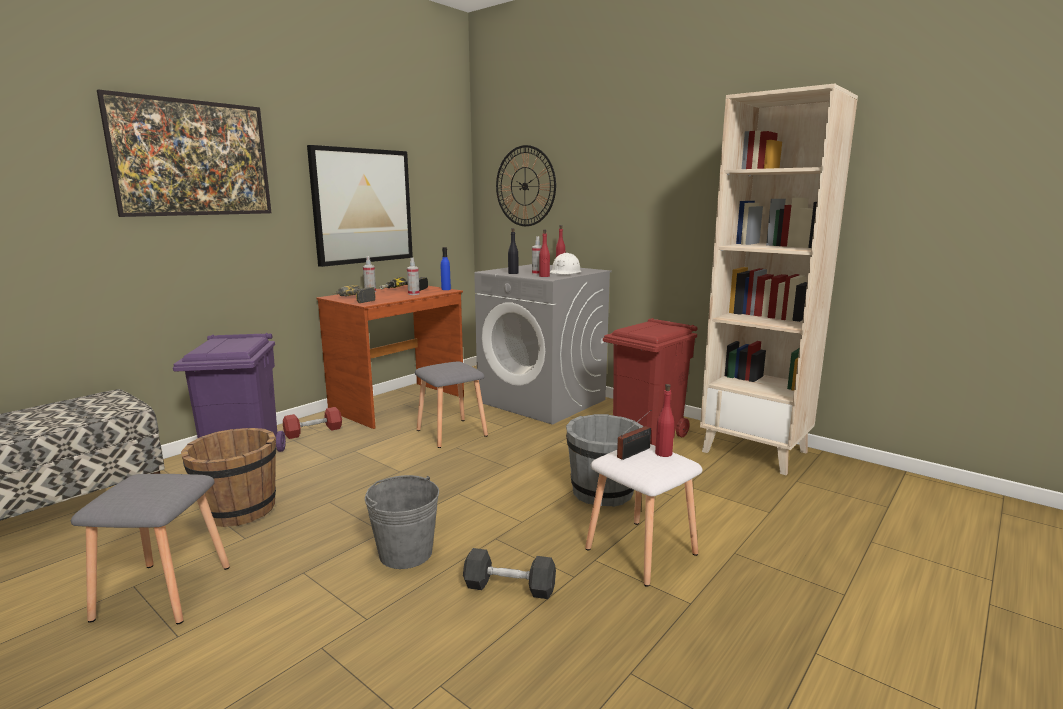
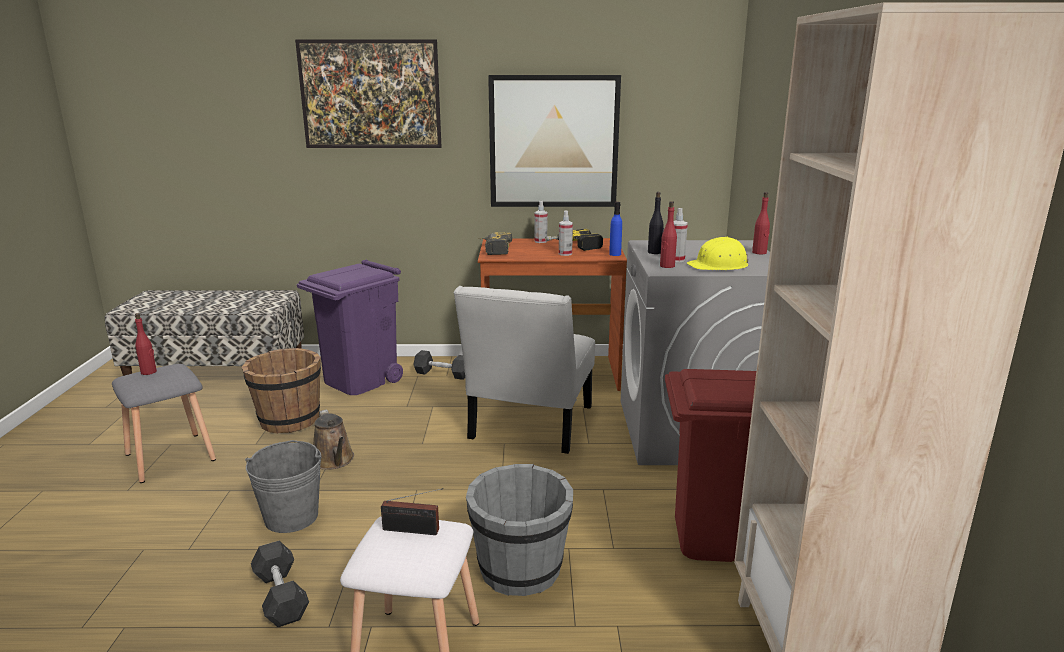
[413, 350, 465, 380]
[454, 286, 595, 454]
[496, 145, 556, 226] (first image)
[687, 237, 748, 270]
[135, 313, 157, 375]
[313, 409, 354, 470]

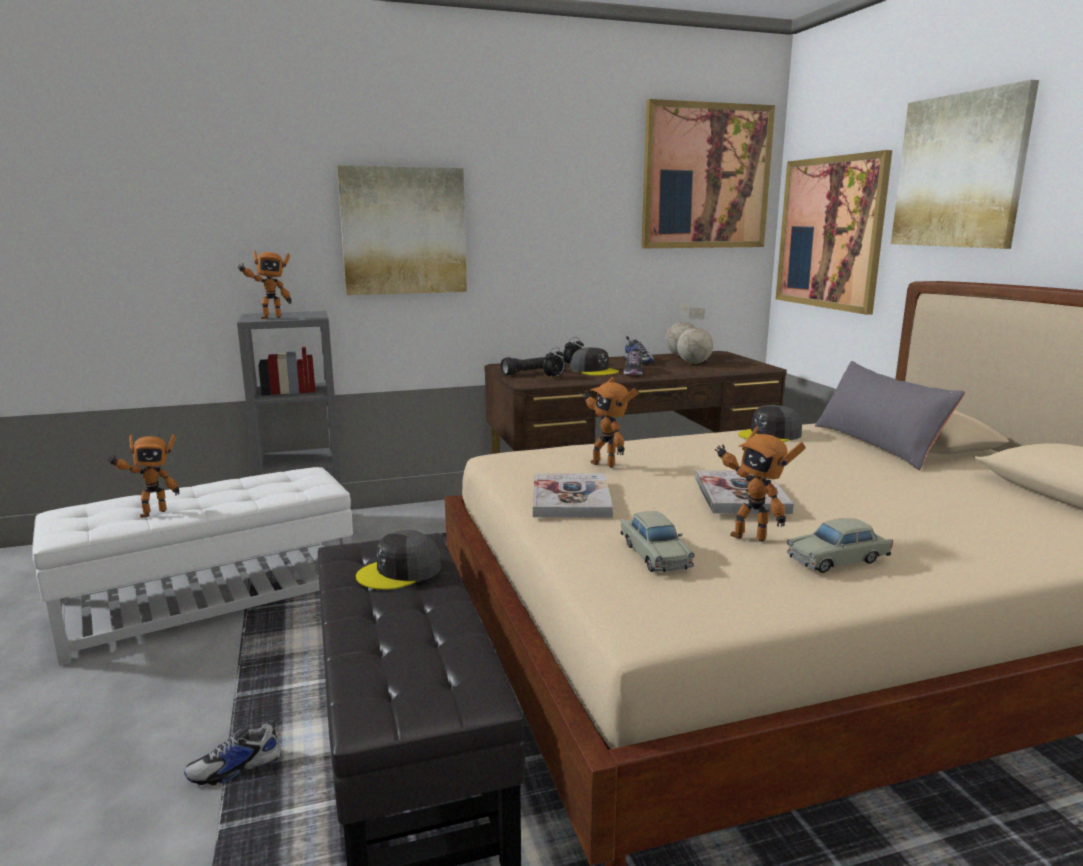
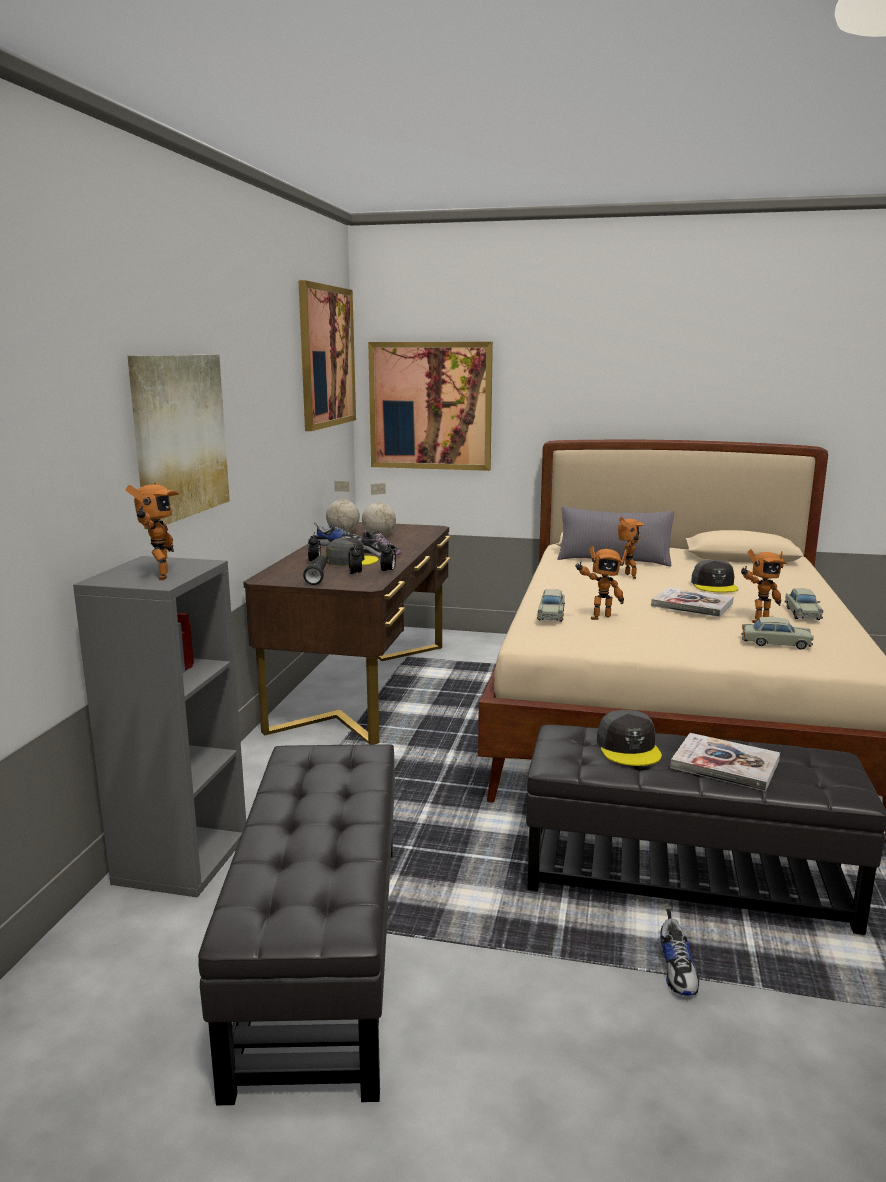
[198, 744, 395, 1105]
[618, 517, 644, 579]
[670, 733, 780, 791]
[691, 560, 738, 593]
[891, 80, 1039, 249] (first image)
[380, 541, 396, 572]
[537, 589, 565, 622]

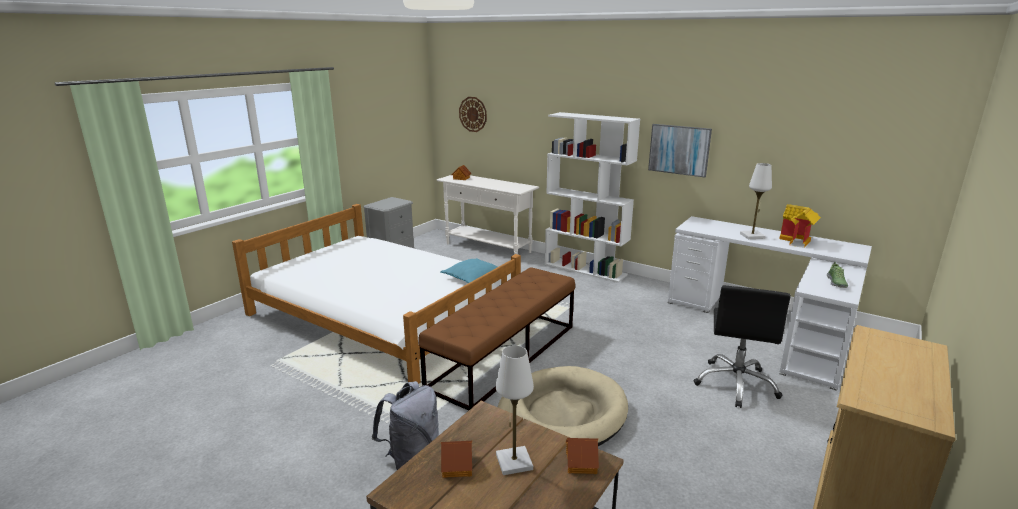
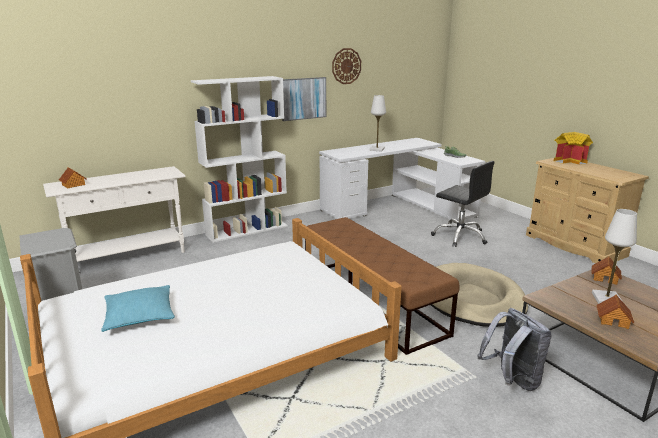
[101, 285, 175, 332]
[332, 48, 361, 84]
[554, 132, 593, 165]

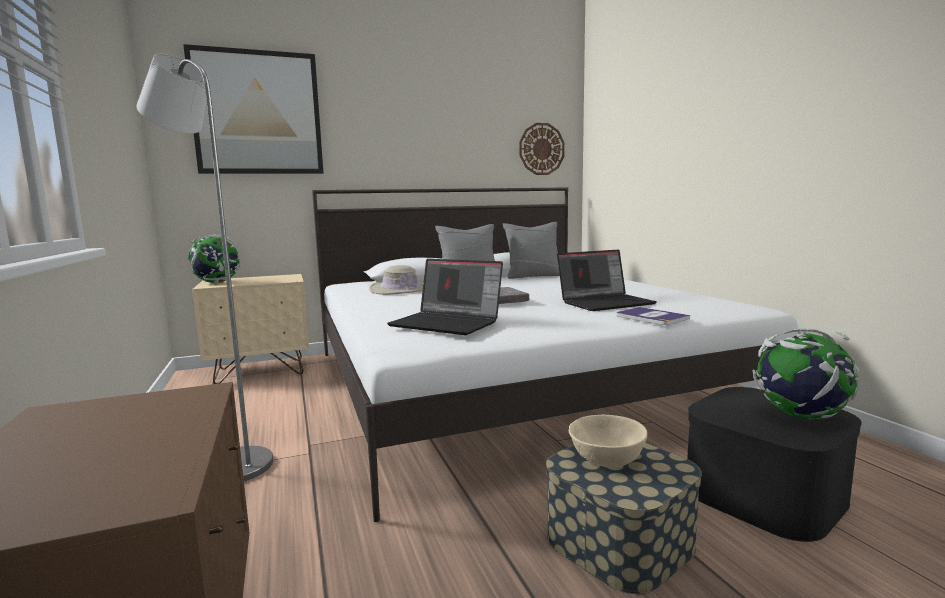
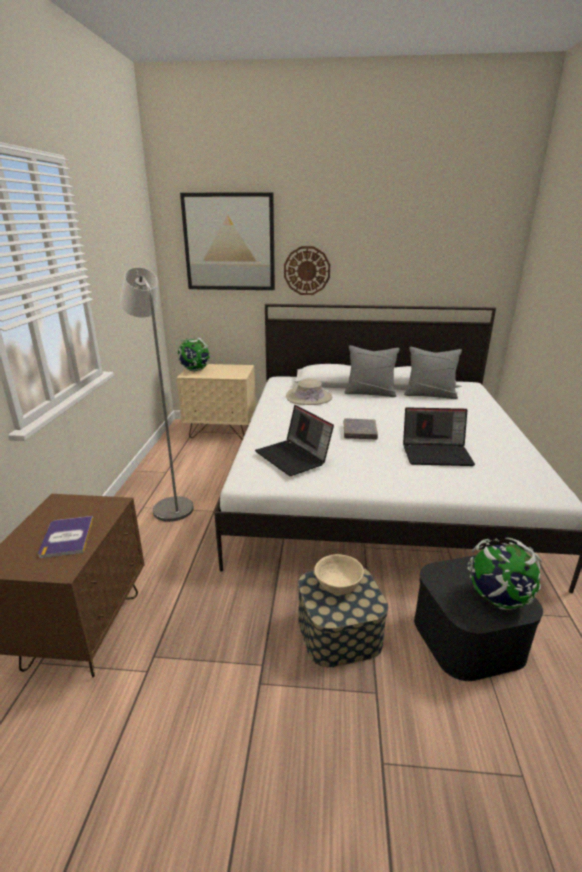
[284, 246, 330, 295]
[38, 516, 93, 558]

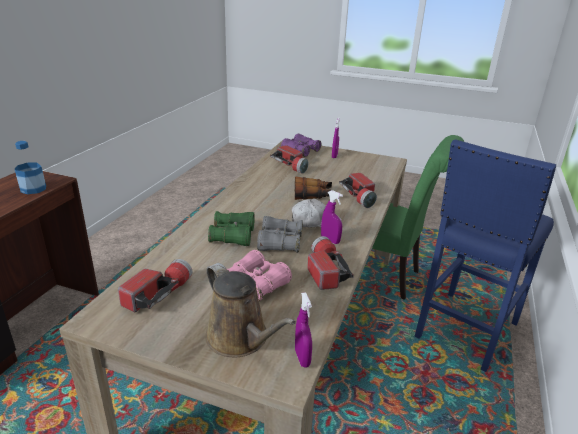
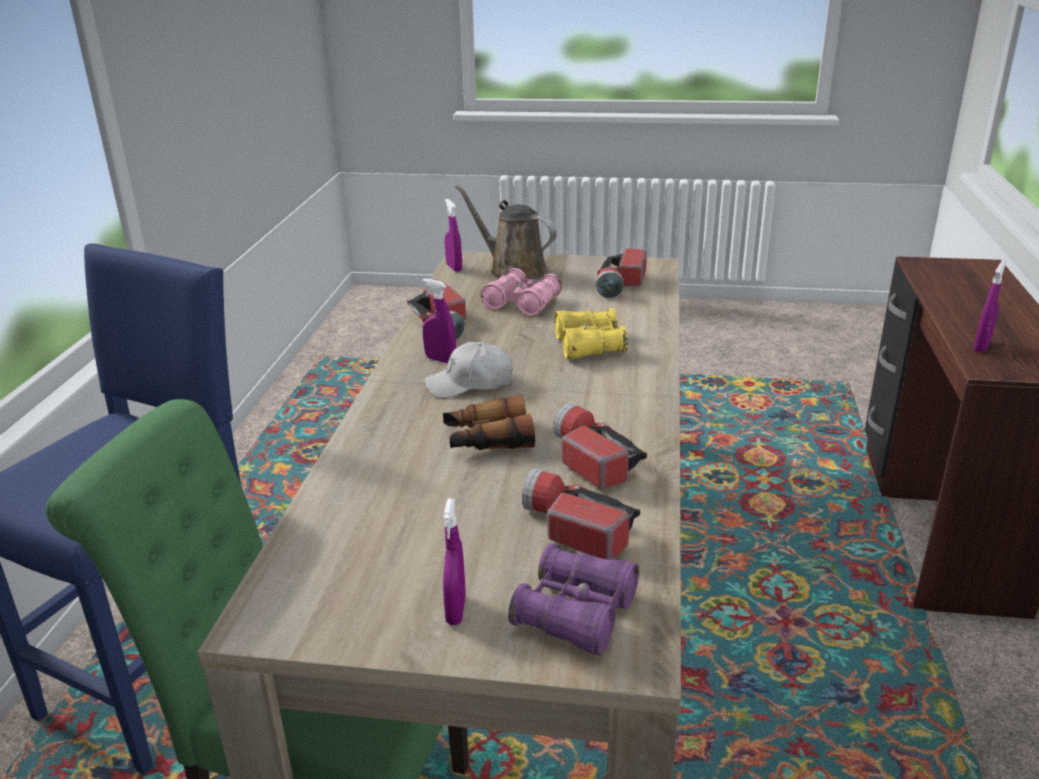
[973, 260, 1006, 352]
[554, 308, 628, 360]
[257, 216, 303, 253] (first image)
[553, 403, 647, 490]

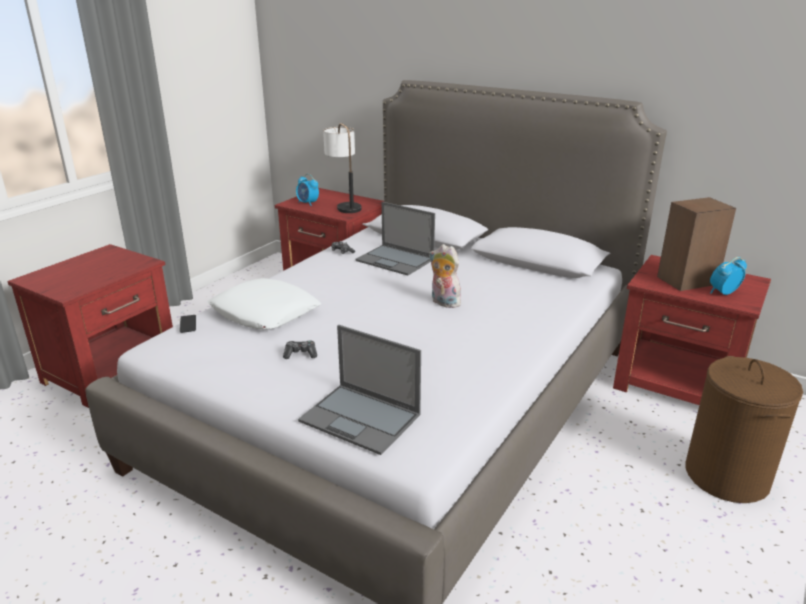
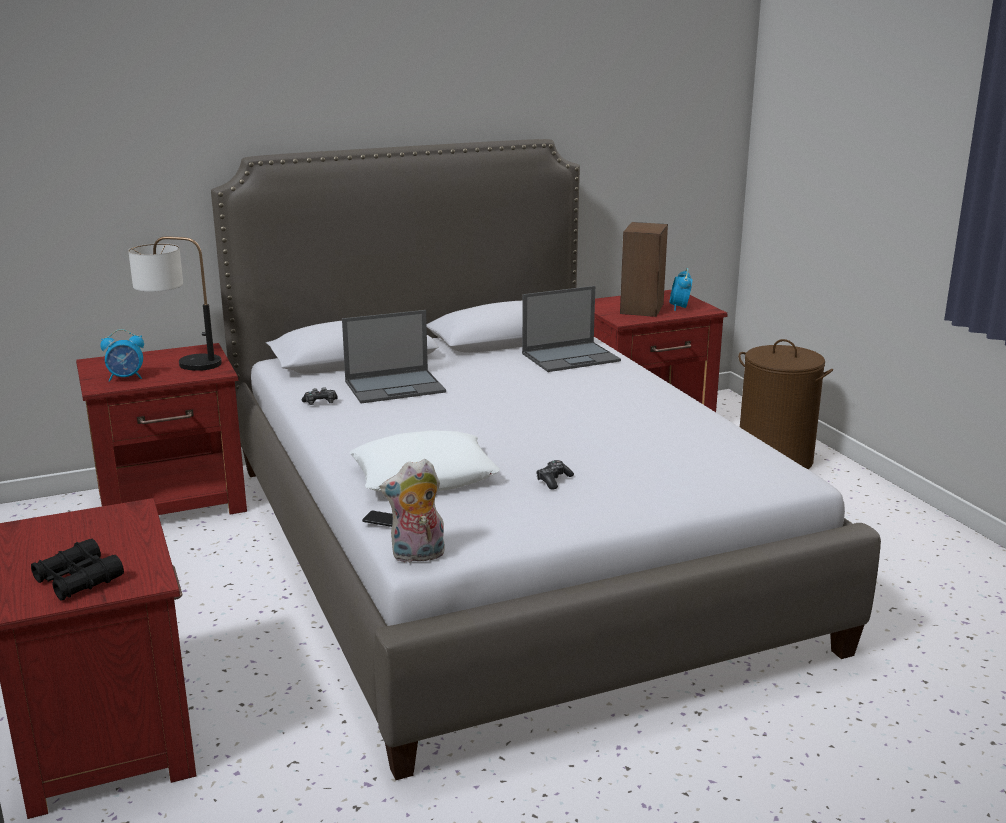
[522, 286, 621, 372]
[380, 459, 445, 563]
[31, 539, 124, 601]

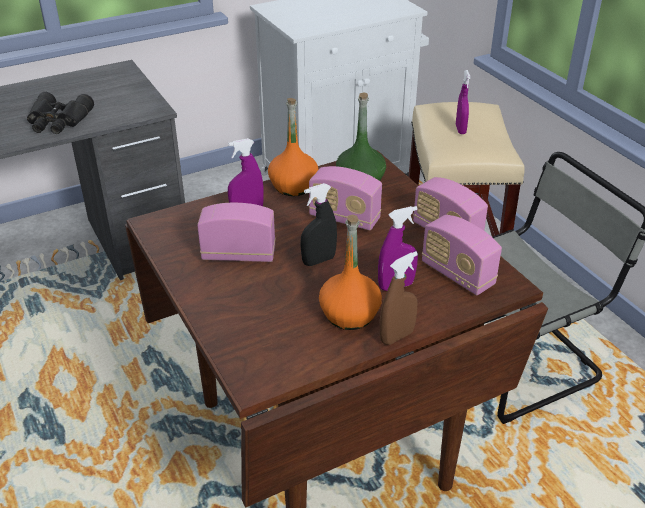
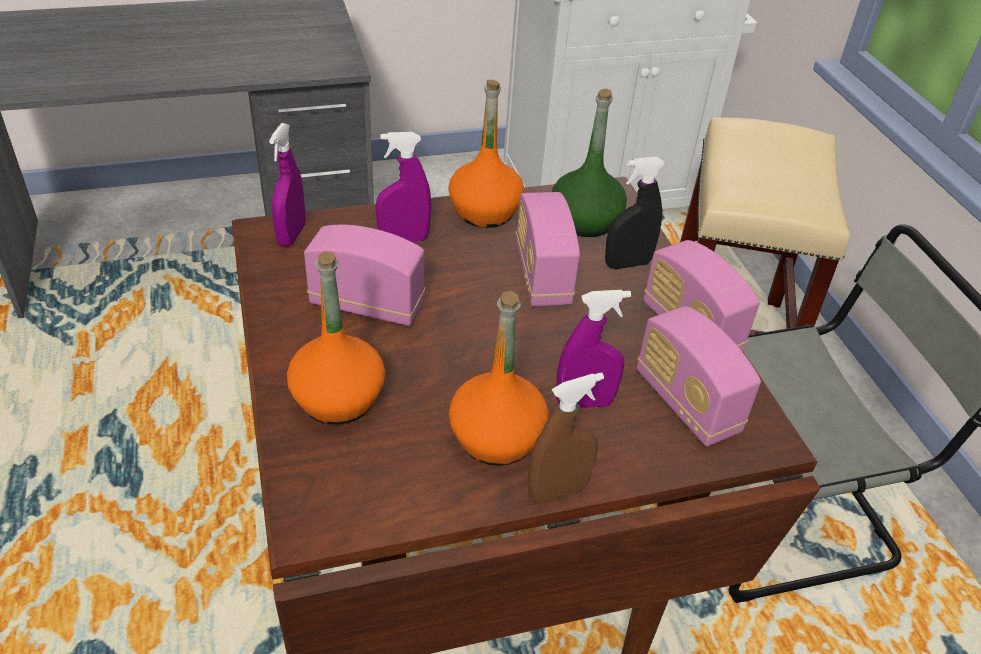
[27, 92, 94, 134] (first image)
[605, 157, 665, 269]
[516, 192, 580, 306]
[269, 123, 305, 247]
[287, 251, 385, 425]

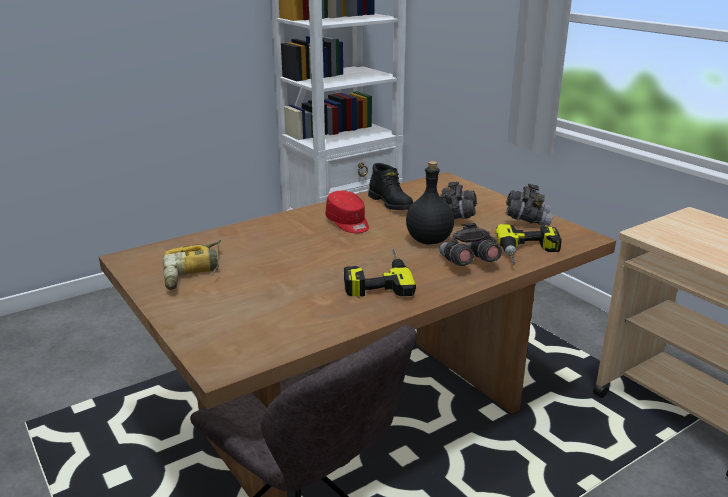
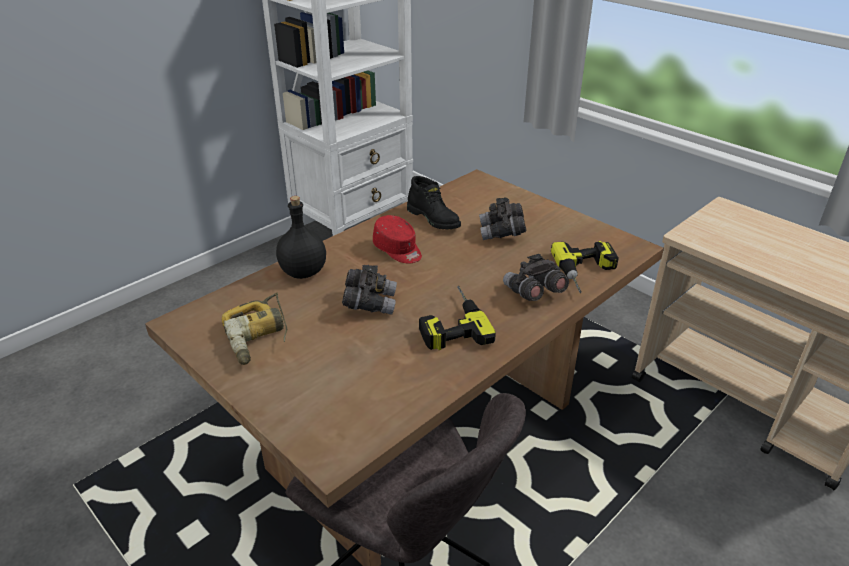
[276, 196, 326, 279]
[342, 265, 397, 315]

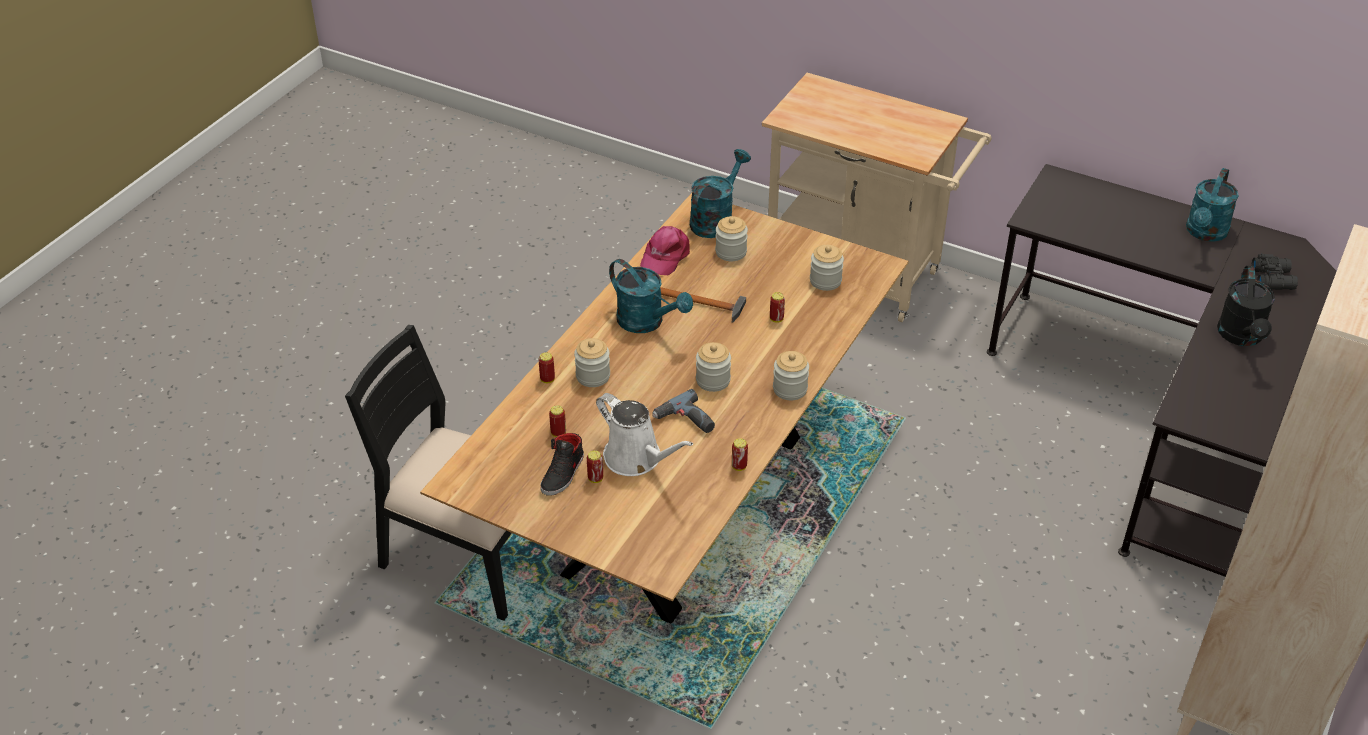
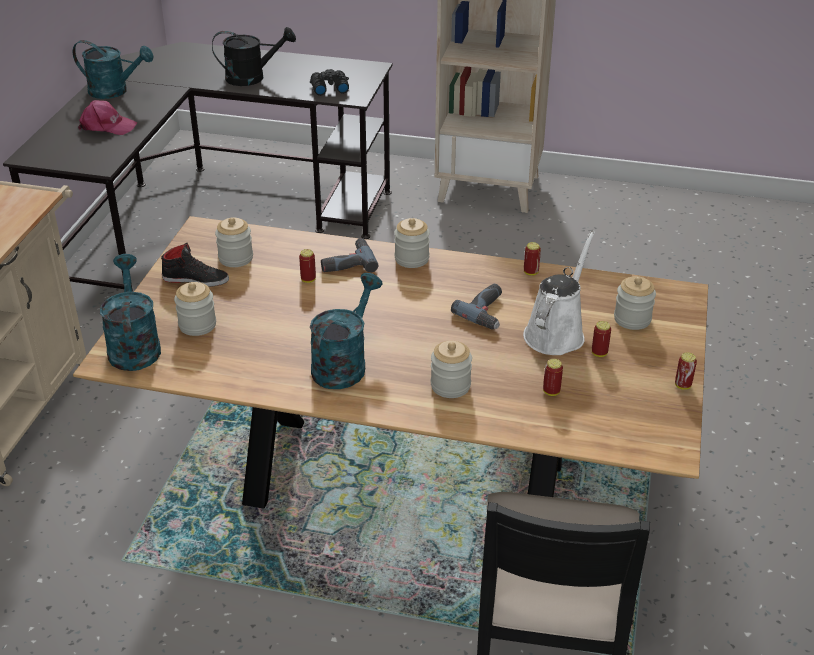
[675, 352, 697, 390]
[161, 243, 229, 287]
[78, 100, 137, 135]
[660, 287, 746, 323] (first image)
[100, 254, 161, 371]
[614, 276, 656, 330]
[310, 69, 349, 96]
[321, 238, 378, 272]

